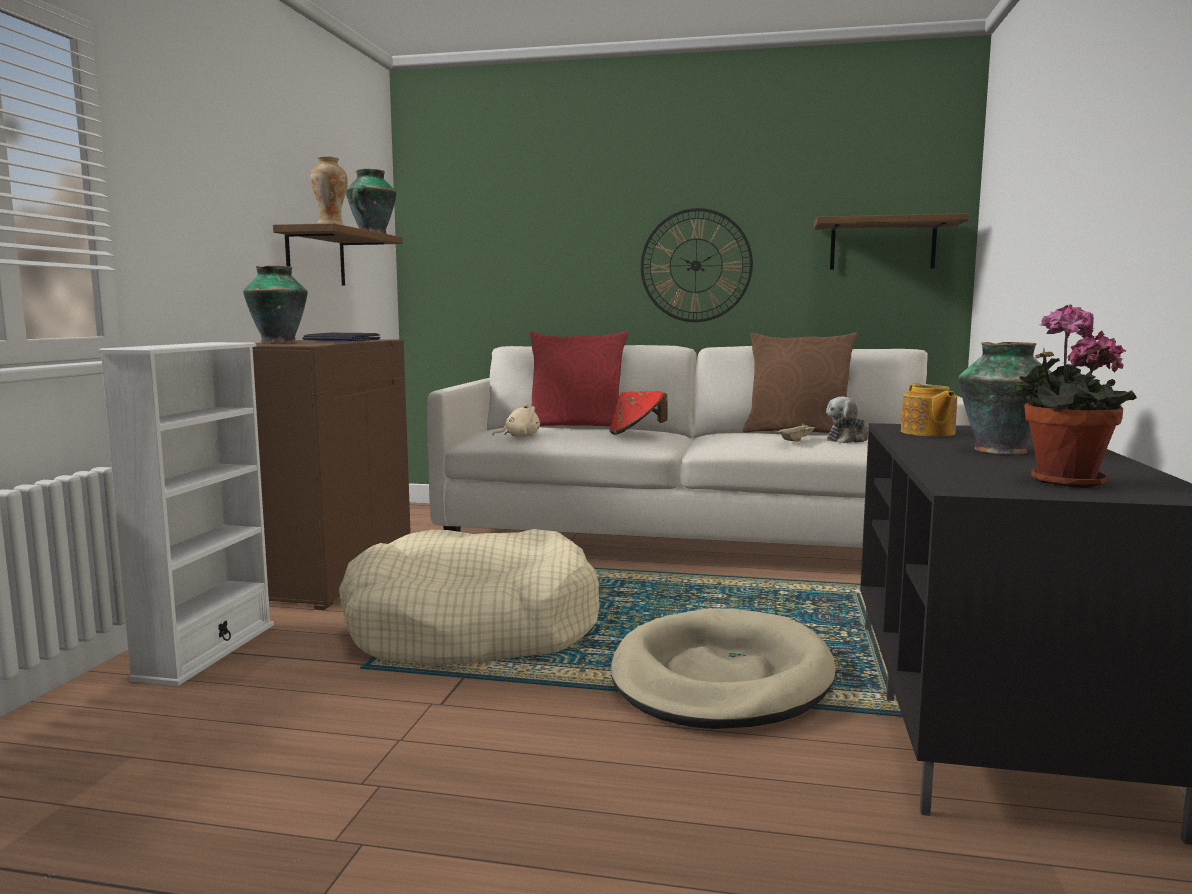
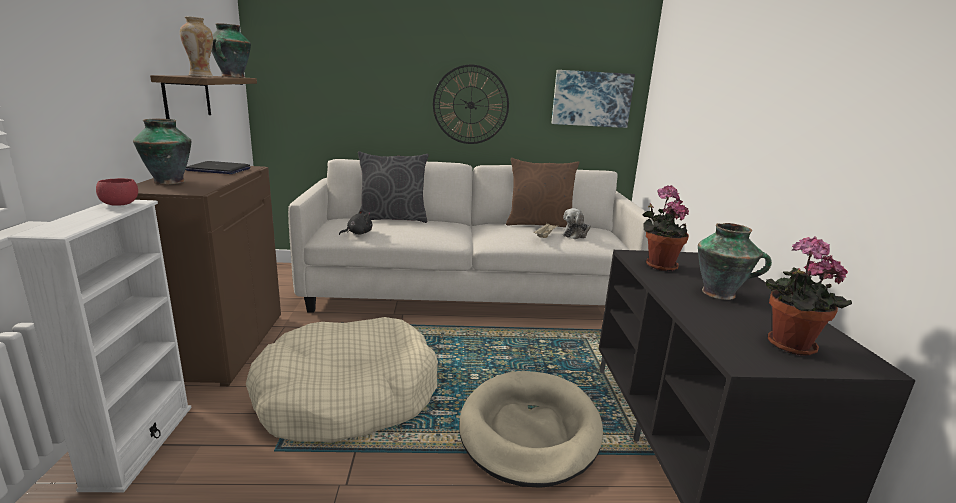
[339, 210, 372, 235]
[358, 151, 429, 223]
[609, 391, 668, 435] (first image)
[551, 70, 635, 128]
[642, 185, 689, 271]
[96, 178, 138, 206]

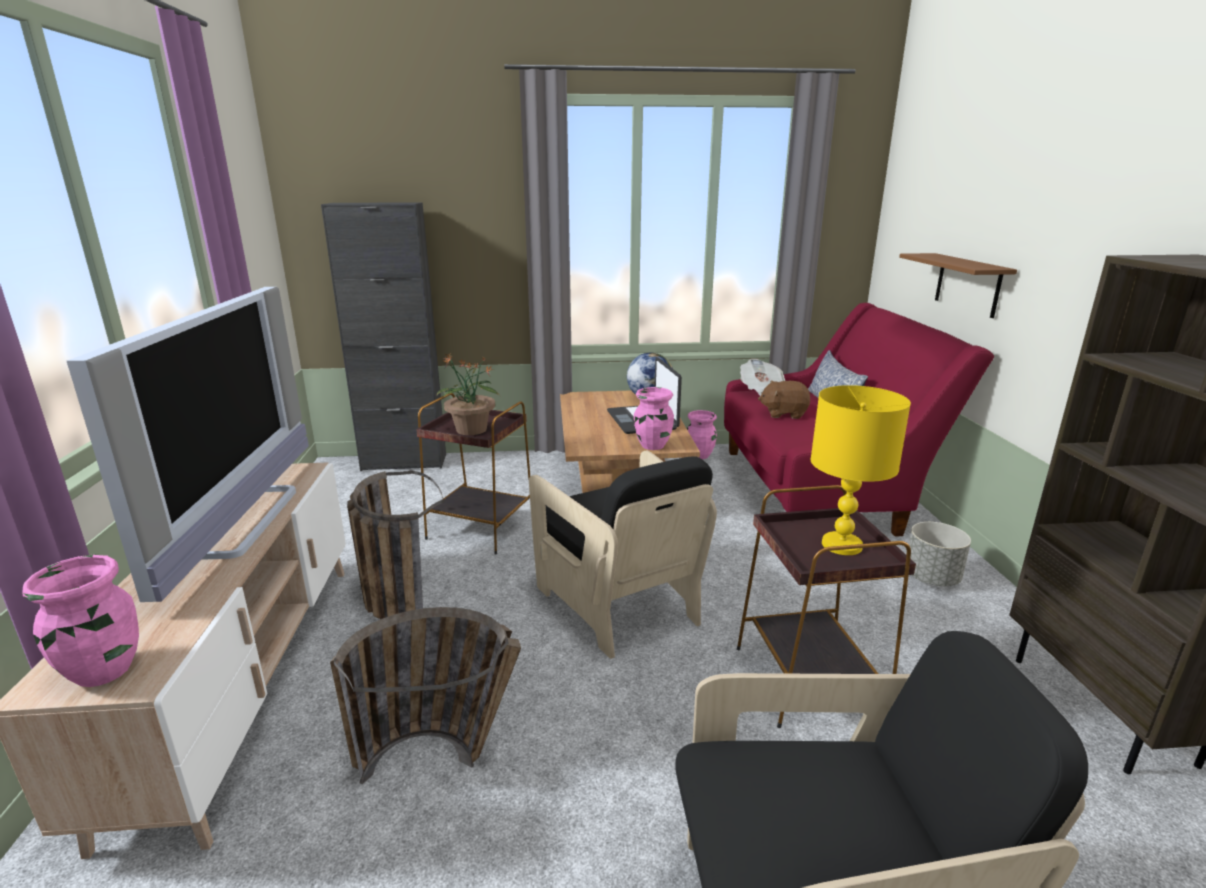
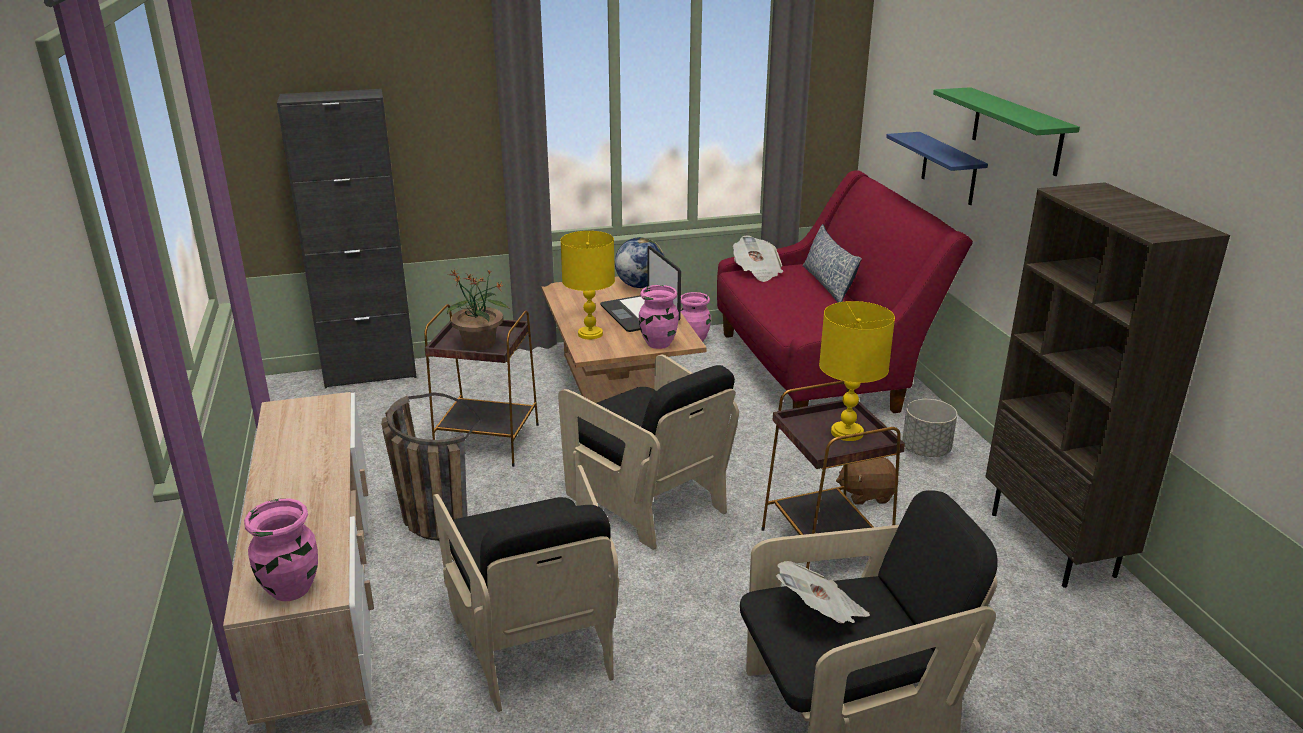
[67, 287, 309, 602] (first image)
[433, 465, 619, 712]
[836, 457, 896, 505]
[886, 132, 988, 205]
[561, 231, 615, 339]
[776, 561, 870, 623]
[933, 87, 1080, 176]

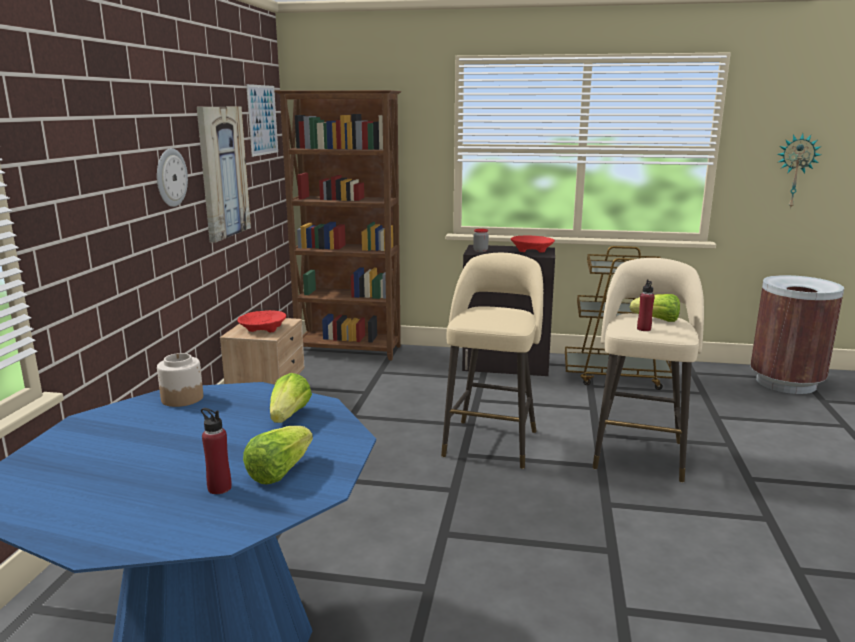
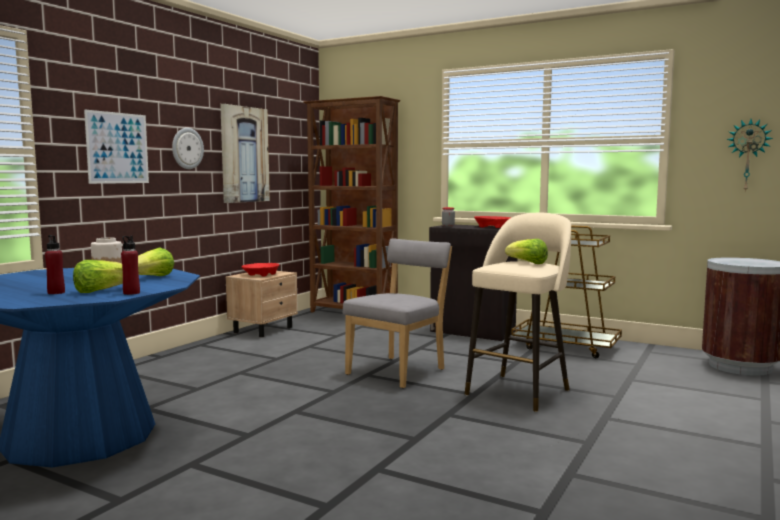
[84, 109, 149, 184]
[343, 238, 452, 388]
[121, 235, 140, 295]

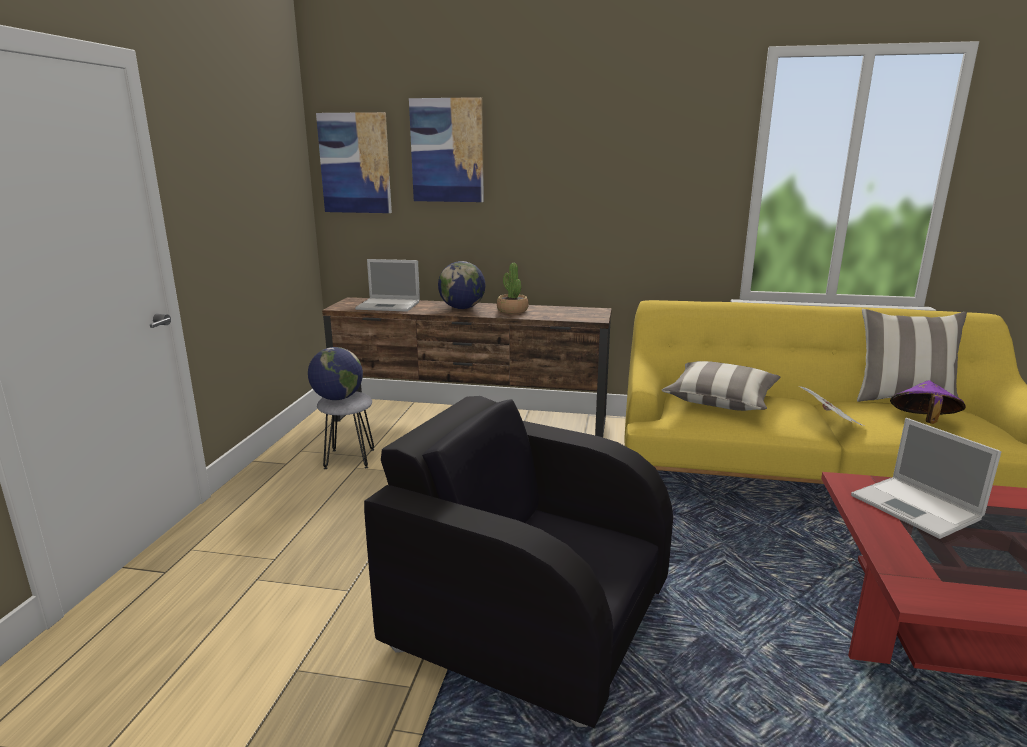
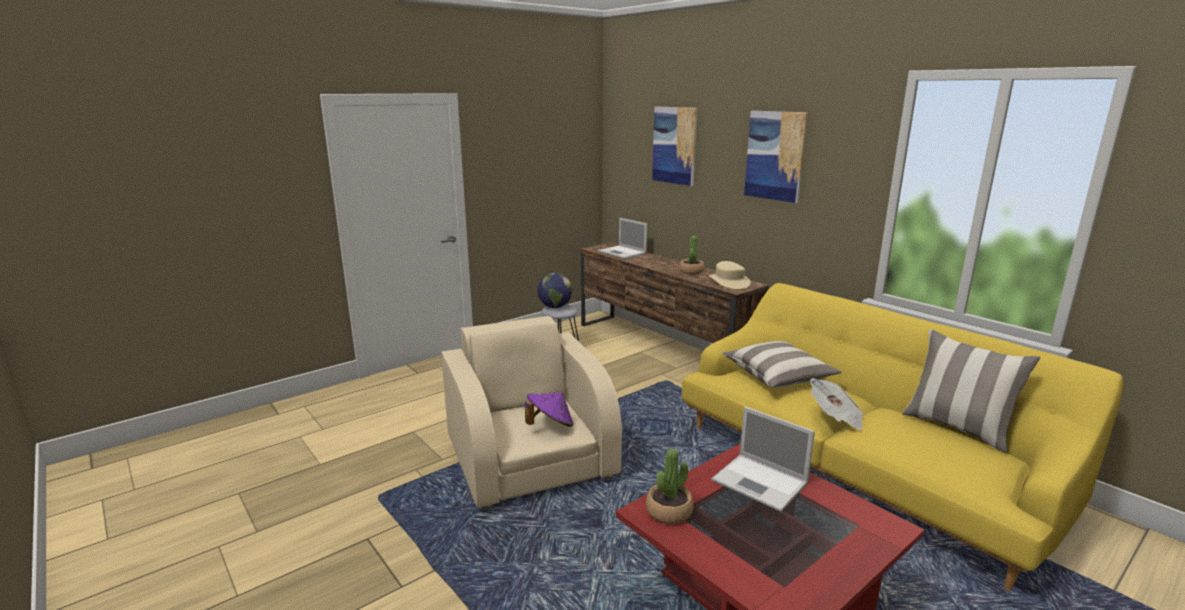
[744, 111, 808, 203]
[441, 316, 622, 510]
[438, 261, 486, 309] (first image)
[712, 407, 815, 512]
[525, 392, 574, 427]
[646, 449, 693, 524]
[709, 261, 751, 290]

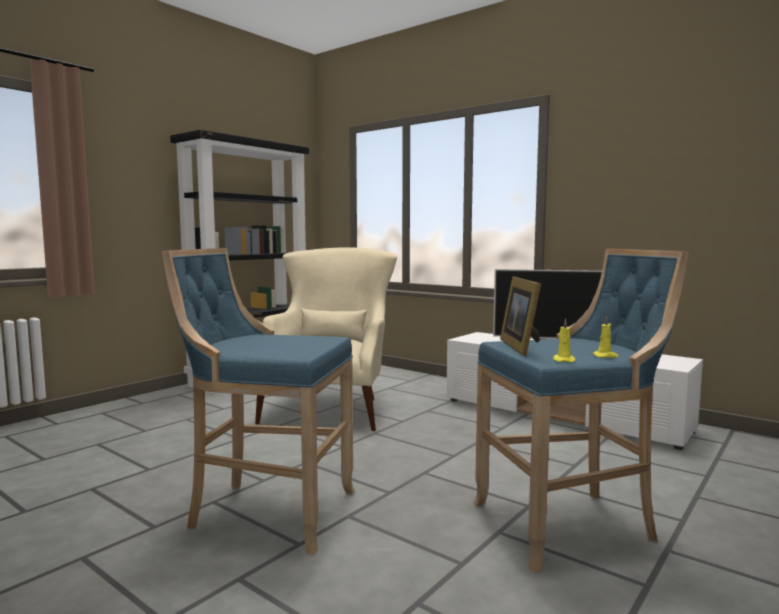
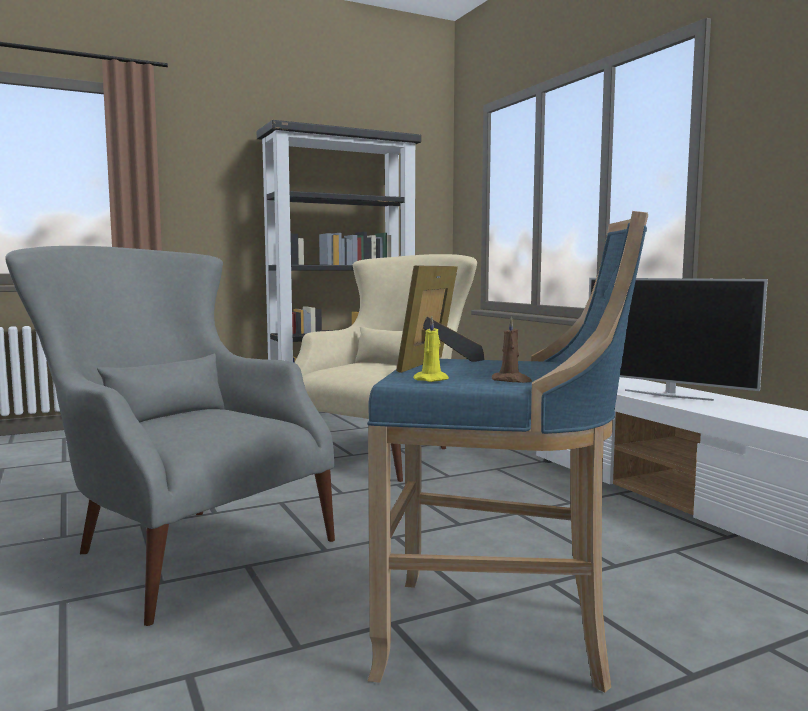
[5, 246, 335, 626]
[492, 316, 532, 383]

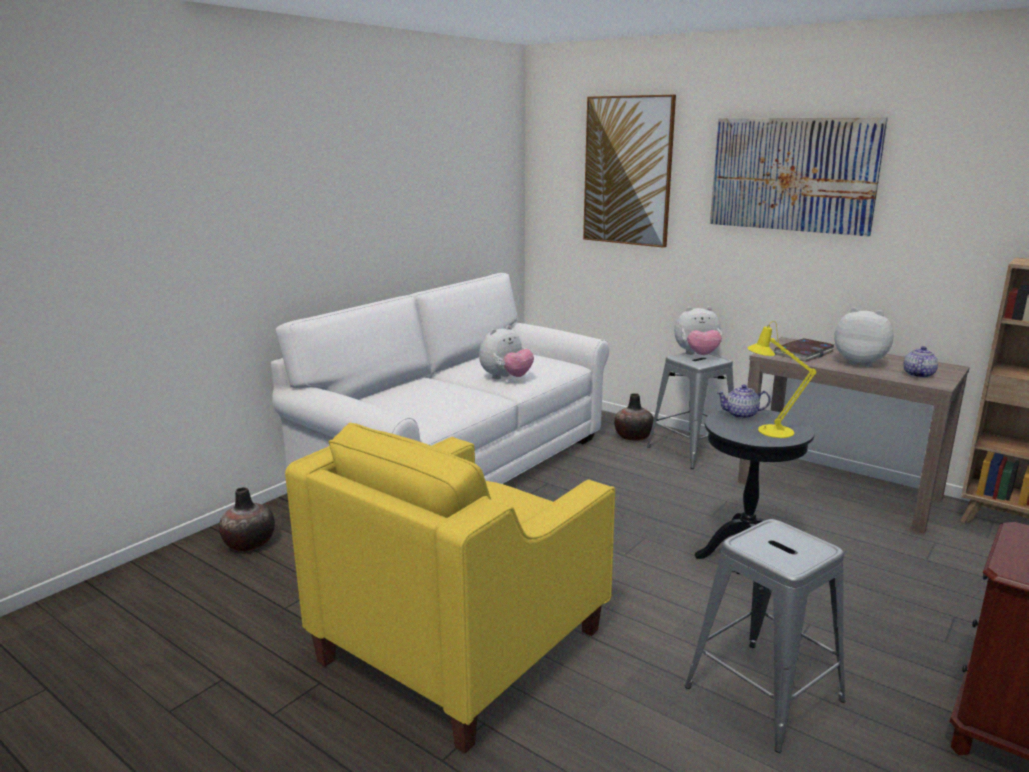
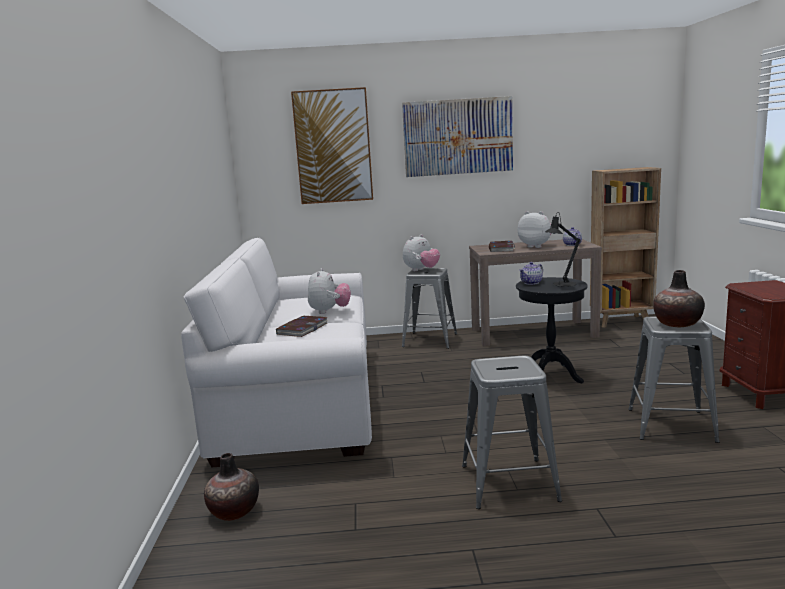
[462, 356, 562, 509]
[653, 270, 705, 327]
[545, 212, 581, 287]
[518, 211, 552, 248]
[276, 316, 328, 337]

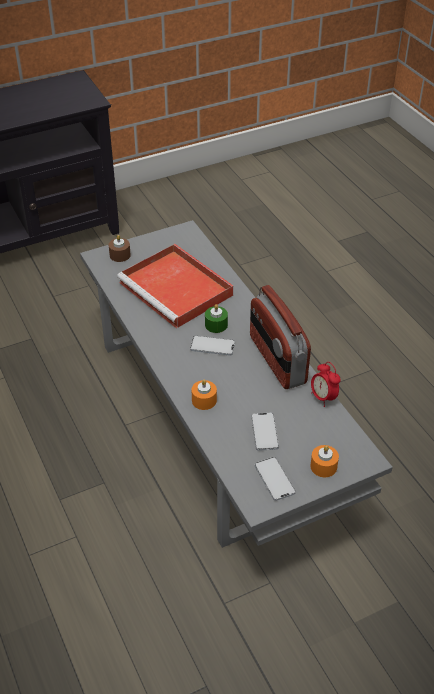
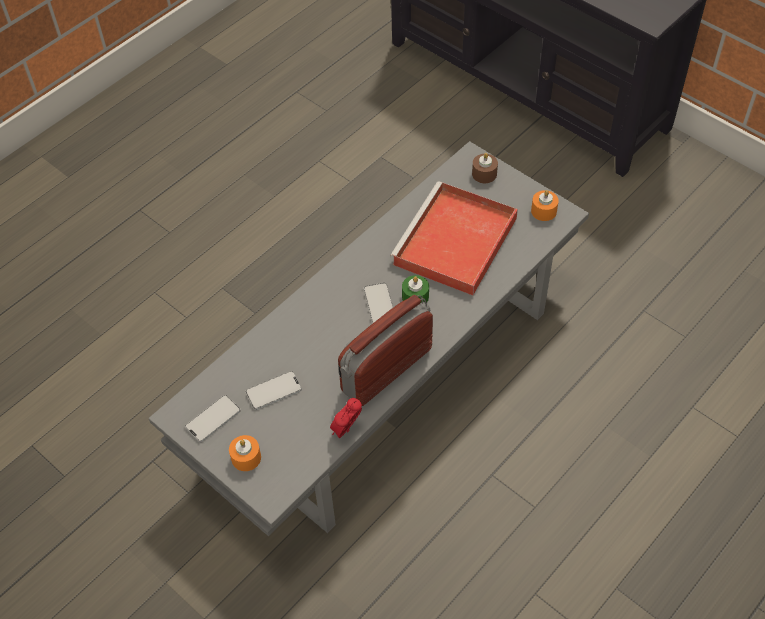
[531, 190, 559, 221]

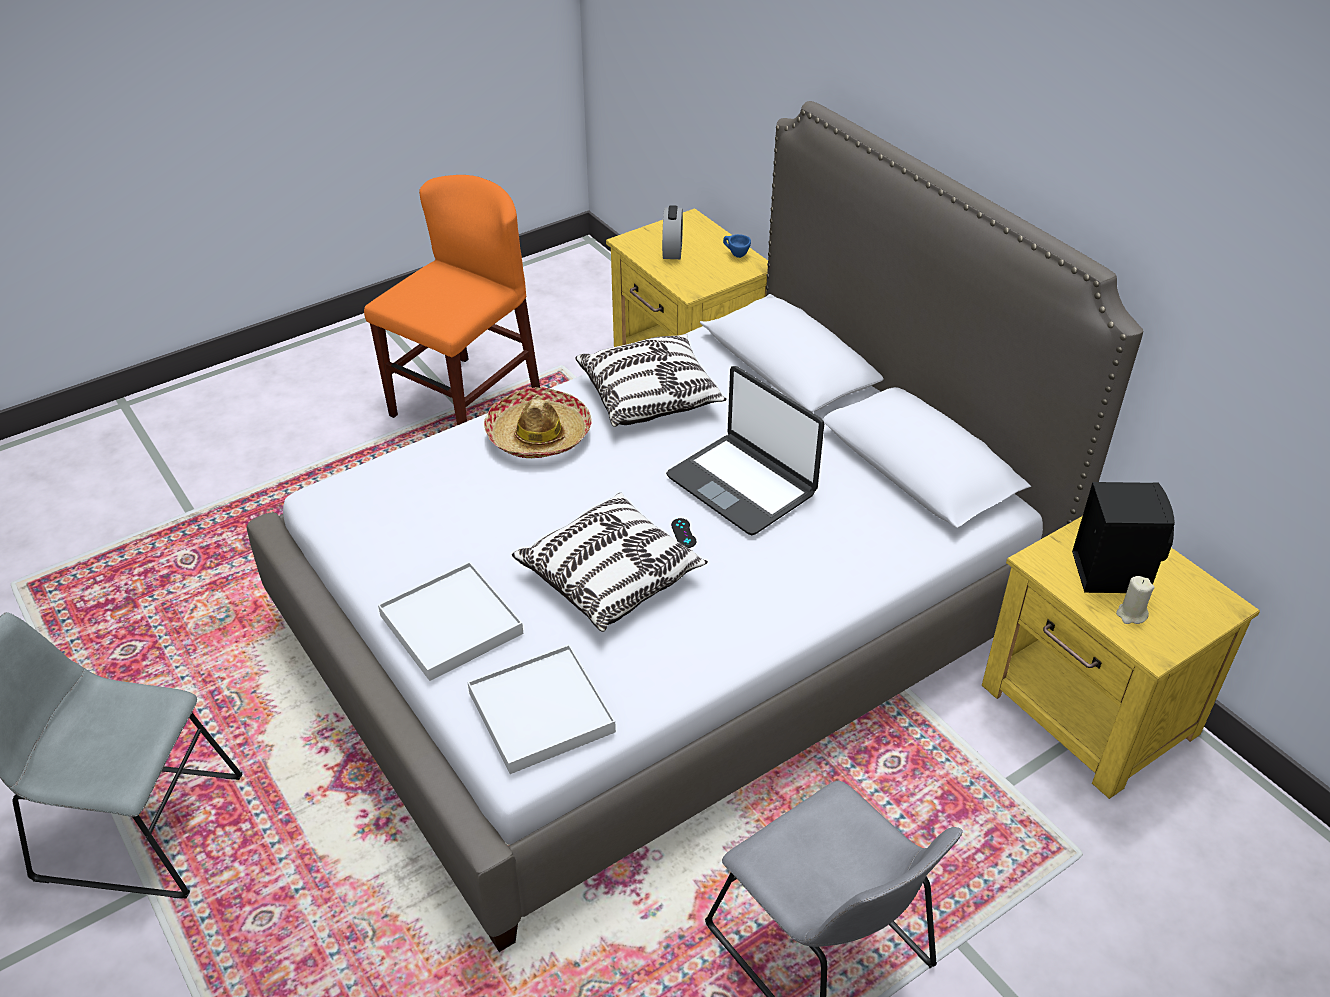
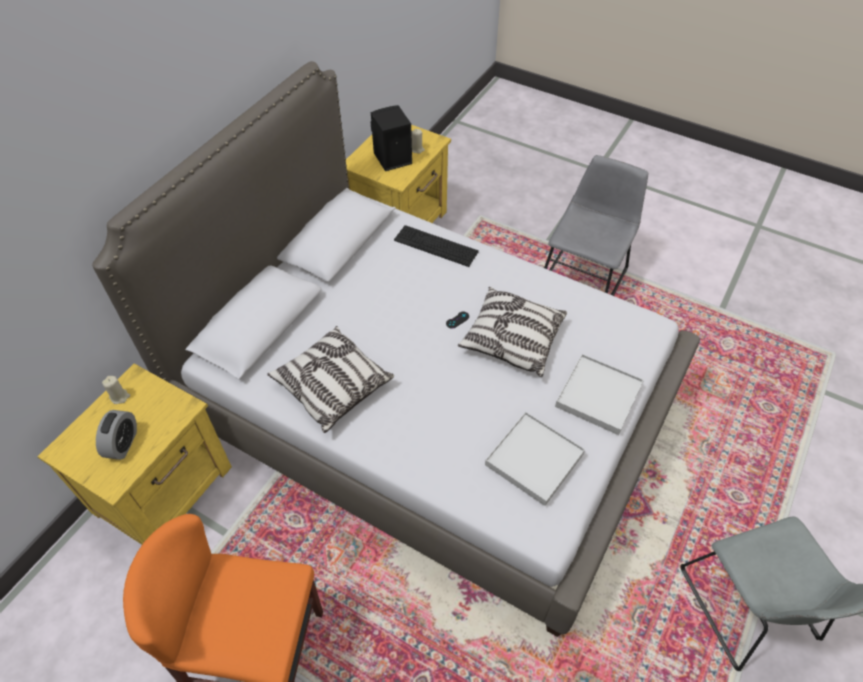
[485, 412, 585, 506]
[484, 387, 591, 458] (first image)
[96, 410, 137, 460]
[666, 366, 824, 535] (first image)
[102, 376, 130, 404]
[394, 225, 479, 267]

